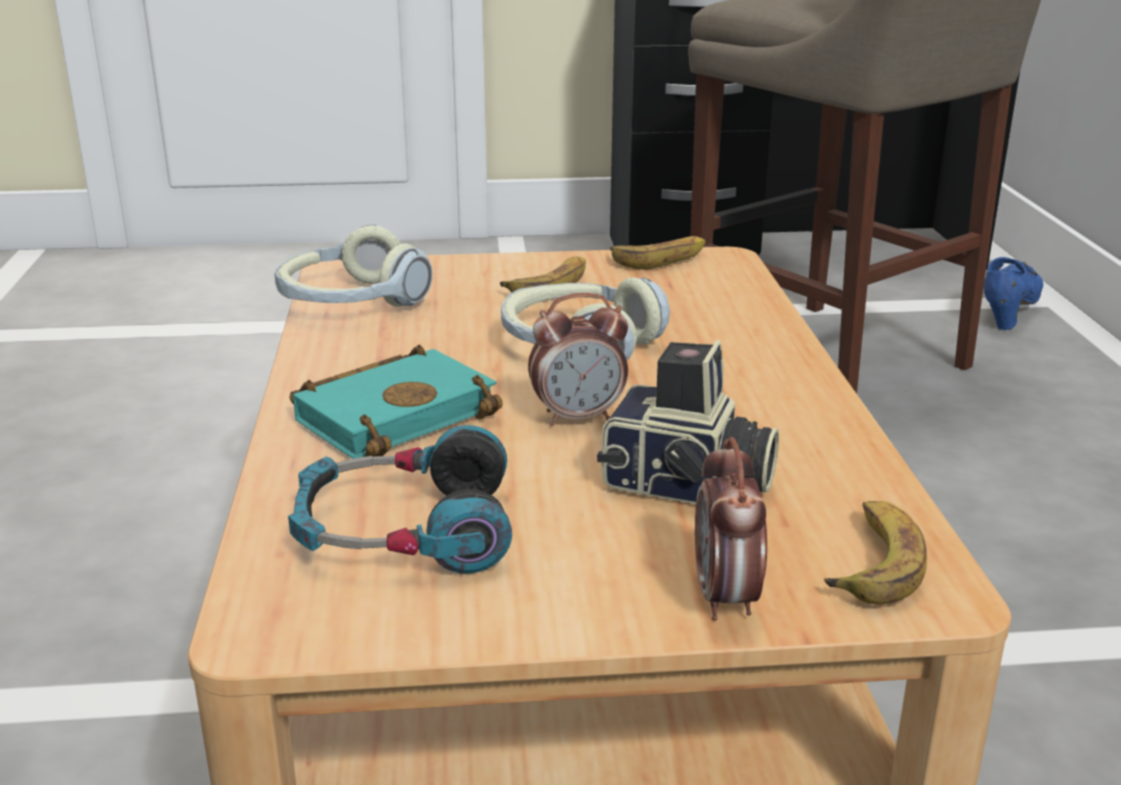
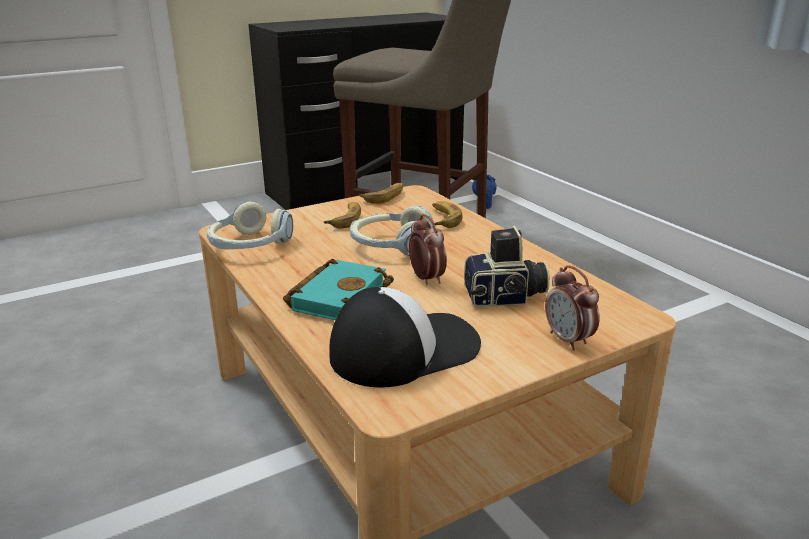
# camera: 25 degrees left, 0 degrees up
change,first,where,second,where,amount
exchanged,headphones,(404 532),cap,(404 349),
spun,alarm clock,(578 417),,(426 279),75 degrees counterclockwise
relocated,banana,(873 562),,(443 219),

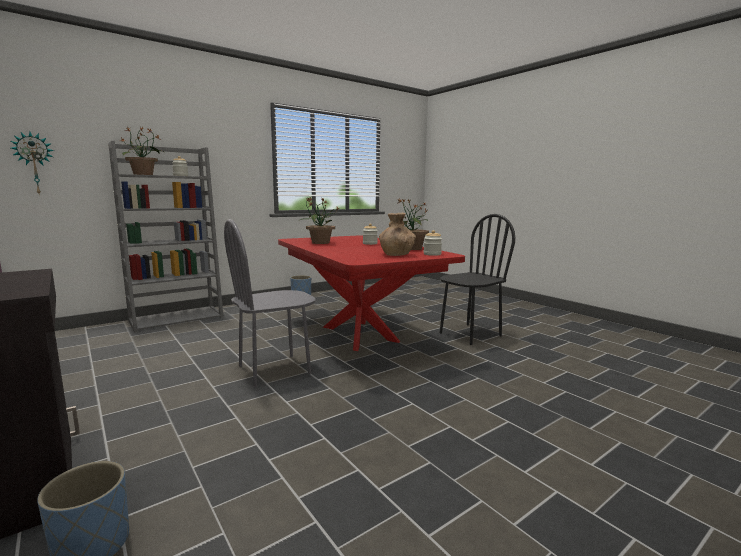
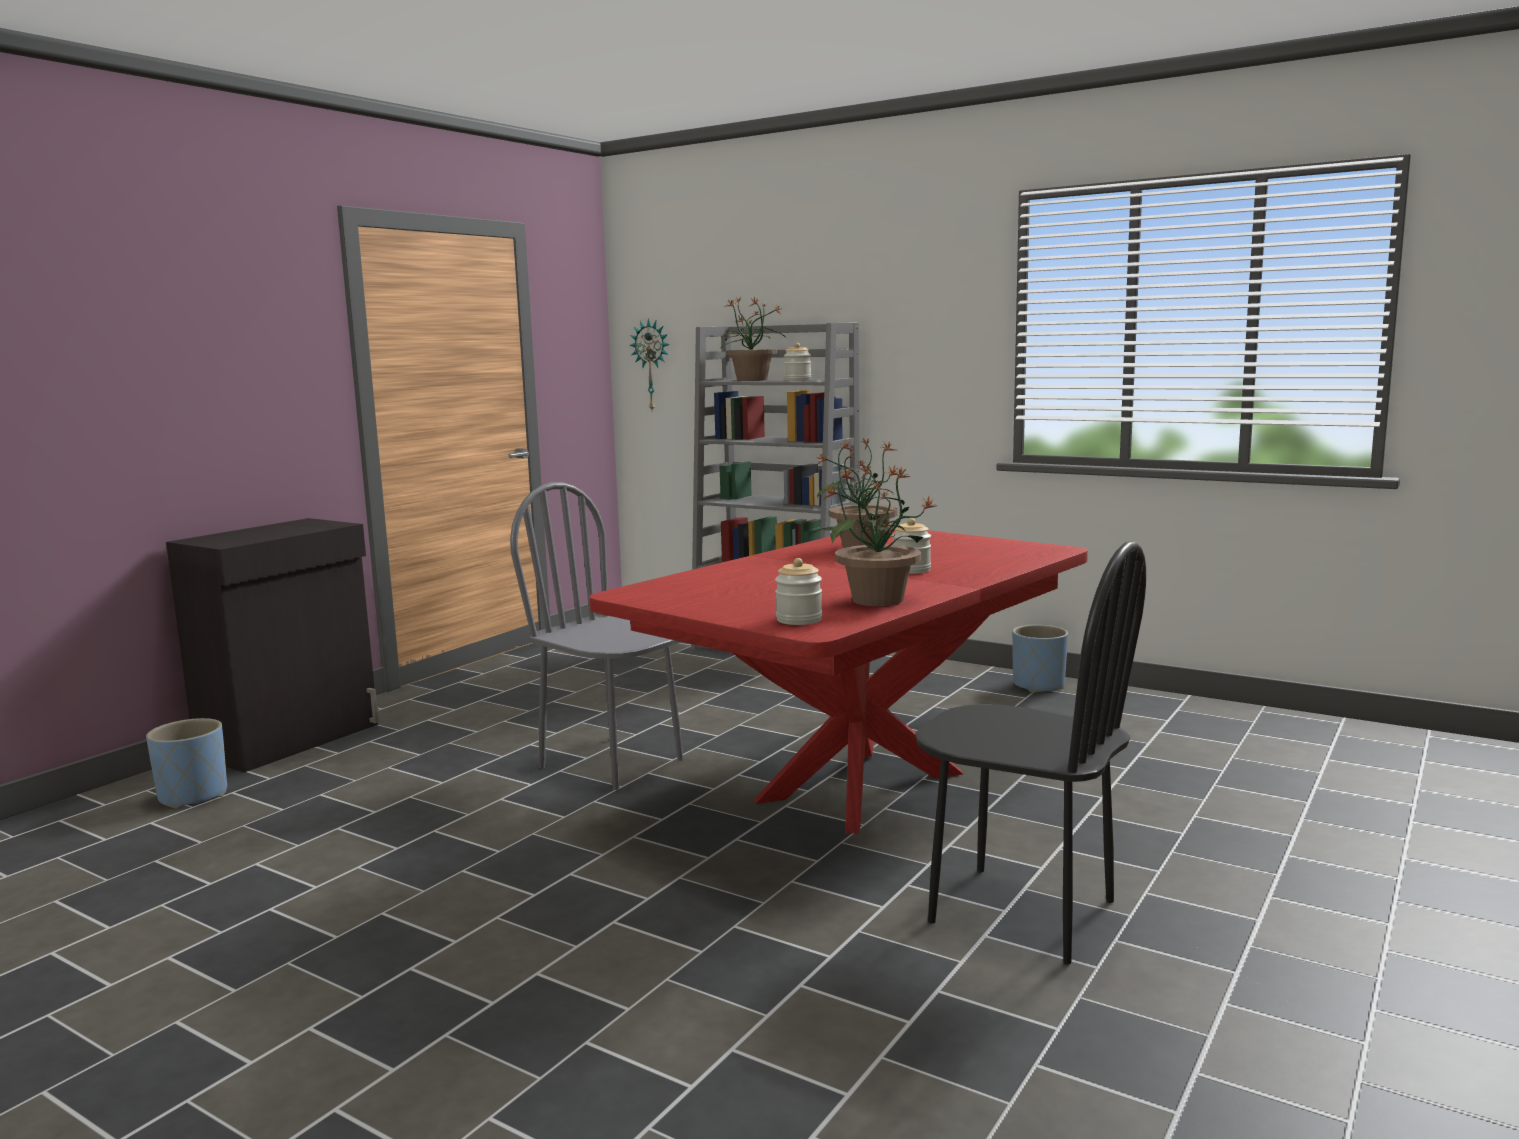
# camera: 70 degrees right, 0 degrees up
change,first,where,second,where,amount
missing,vase (brown),(396 255),,,

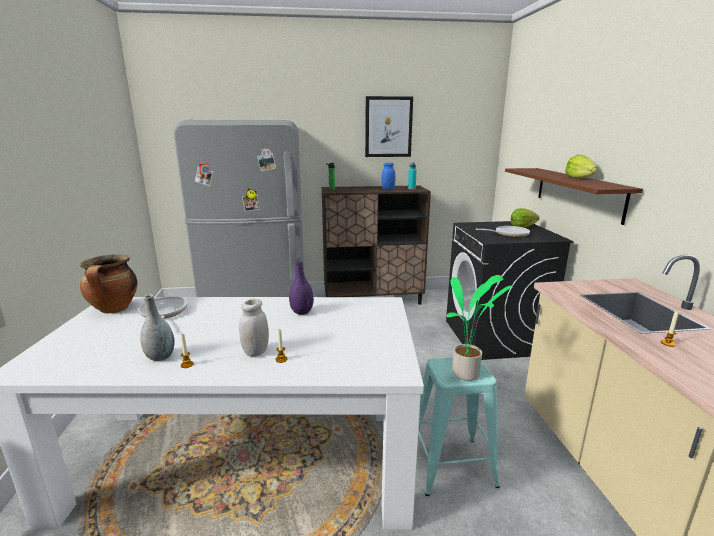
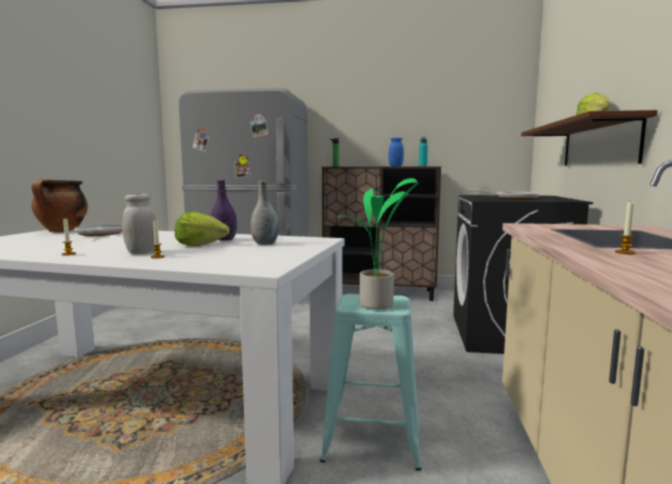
# camera: 15 degrees right, 10 degrees down
change,first,where,second,where,amount
relocated,lettuce,(522 226),,(200 245),
relocated,vase (grey),(160 357),,(265 243),
missing,picture,(388 127),,,

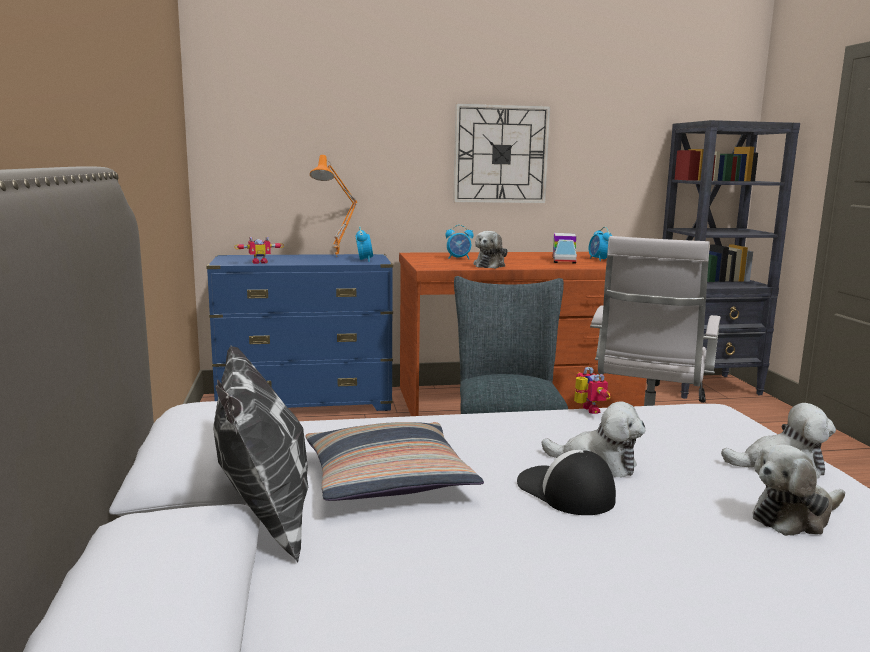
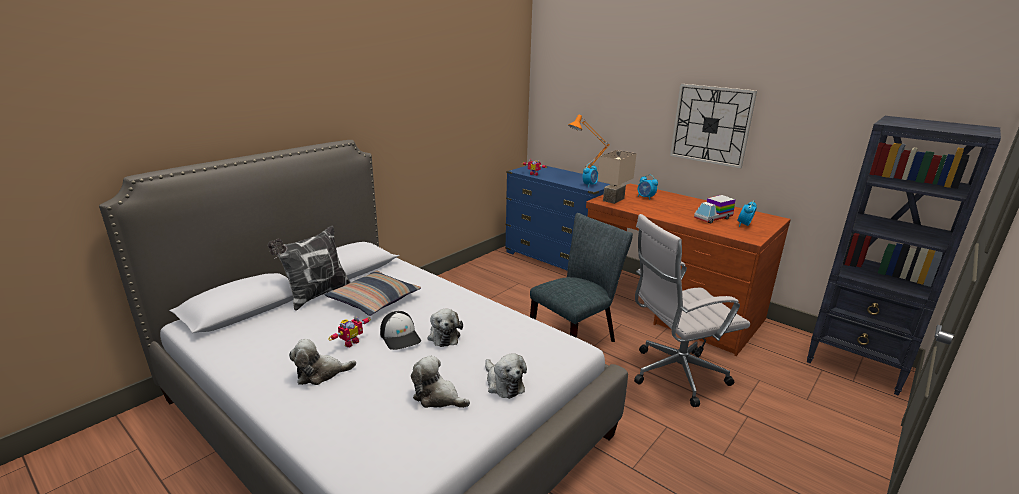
# camera: 50 degrees right, 10 degrees up
change,first,where,second,where,amount
relocated,plush toy,(490 265),,(320 374),
relocated,toy robot,(586 410),,(350 342),
spun,cap,(565 492),,(400 336),135 degrees clockwise
appeared,,,table lamp (beige),(614 200),

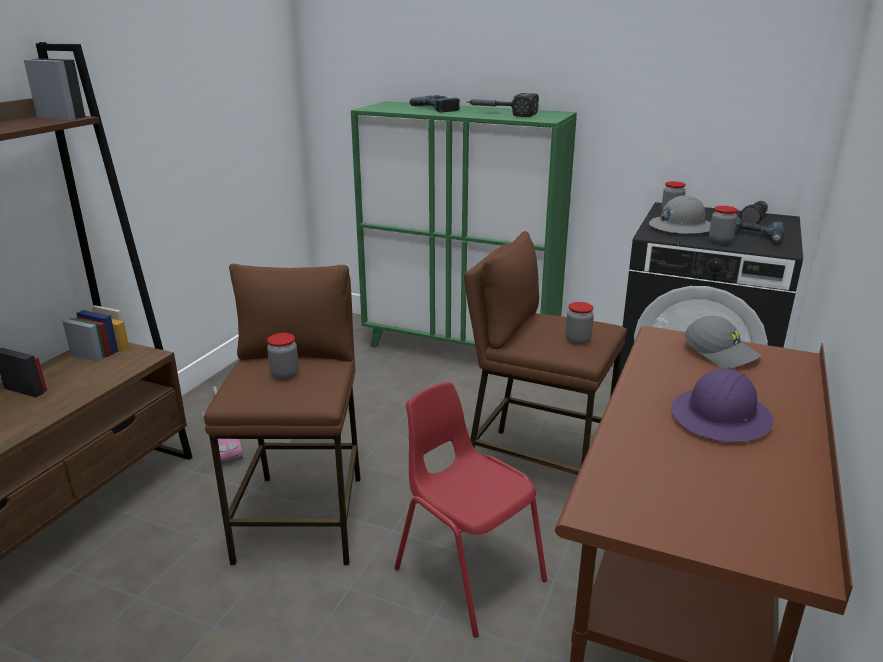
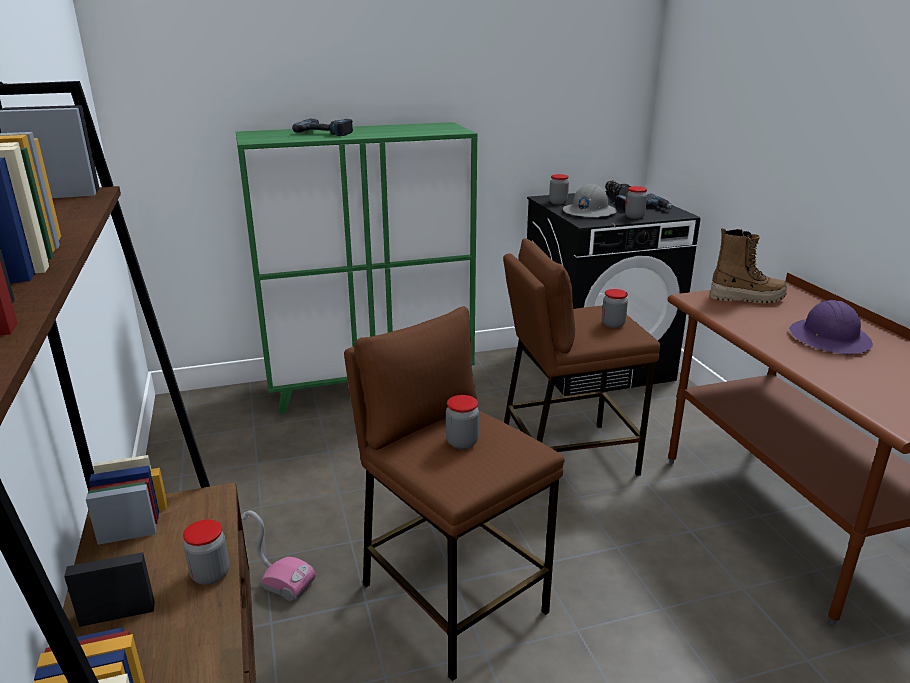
# camera: 40 degrees left, 0 degrees up
change,first,where,second,where,amount
appeared,,,jar,(210 574),
exchanged,cap (grey),(721 353),boot,(746 298),
missing,chair (red),(468 574),,,
missing,hammer,(500 113),,,

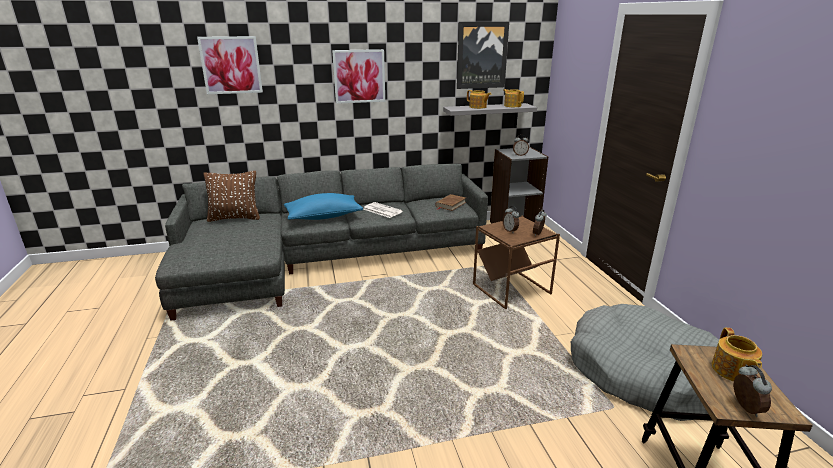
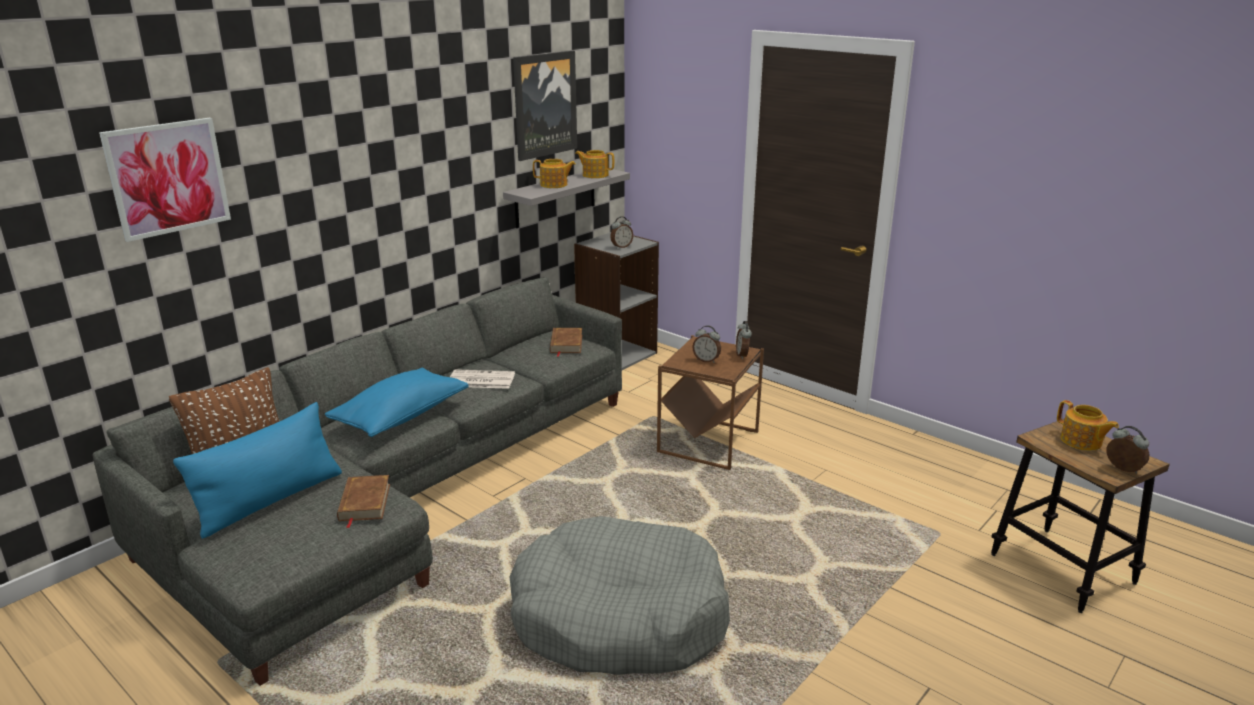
# camera: 35 degrees left, 0 degrees up
change,first,where,second,where,amount
appeared,,,pillow (blue),(270 500),
appeared,,,book (brown),(364 502),
relocated,dog bed (grey),(643 373),,(619 617),
missing,picture,(359 76),,,

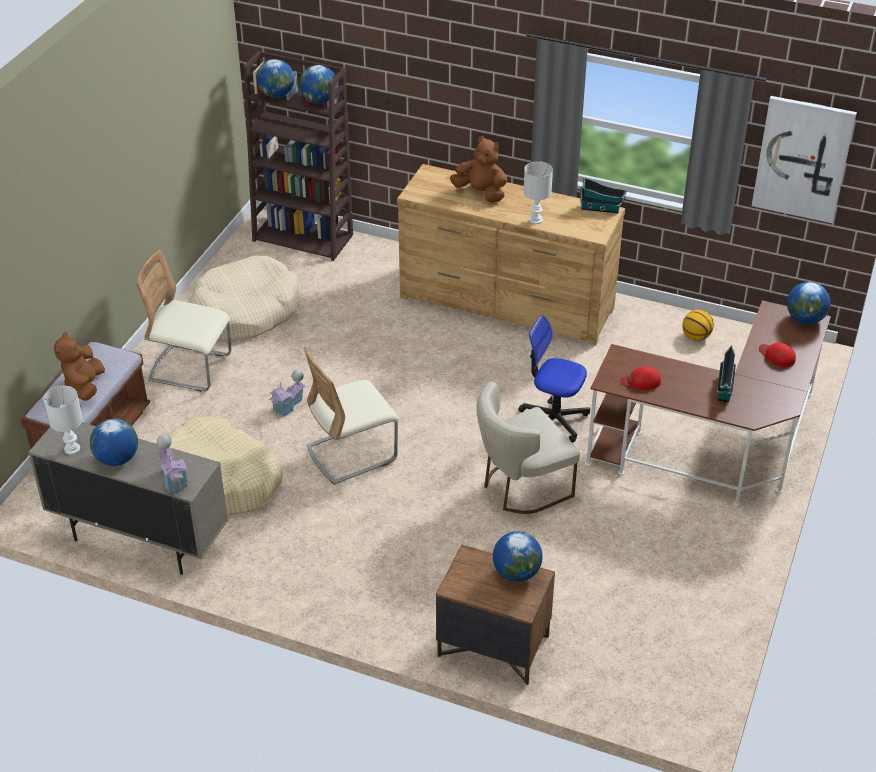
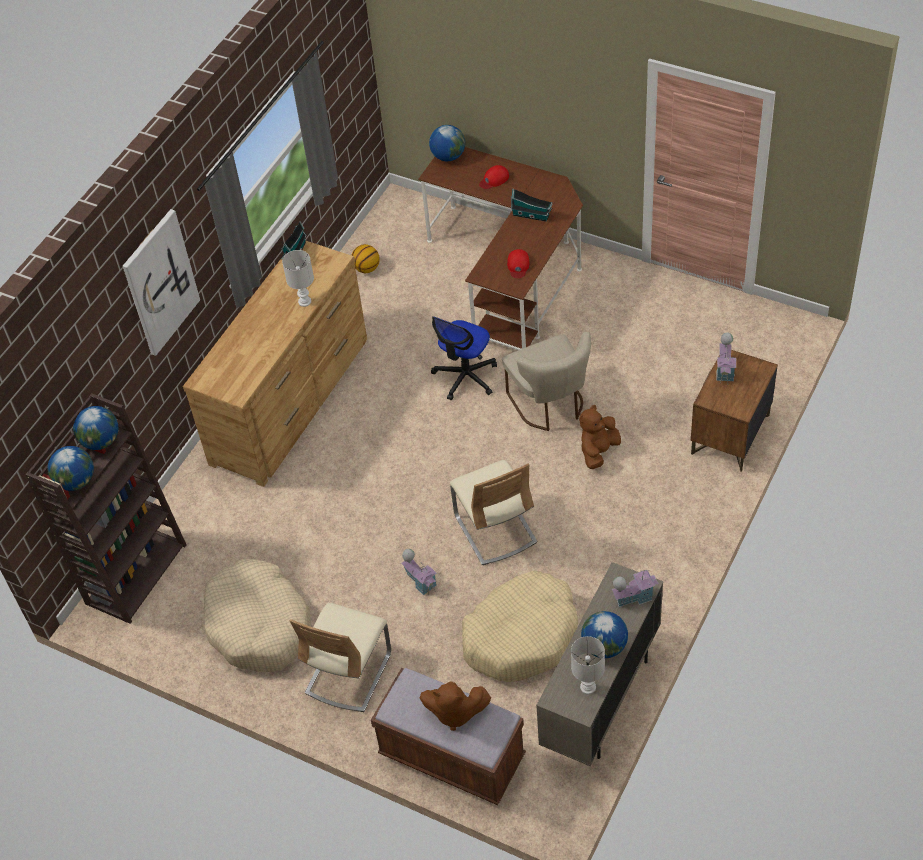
# camera: 80 degrees left, 10 degrees up
change,first,where,second,where,amount
relocated,picture,(802 158),,(160 282),
relocated,plush toy (brown),(481 193),,(598 451),
exchanged,globe,(516 572),toy house,(725 370),

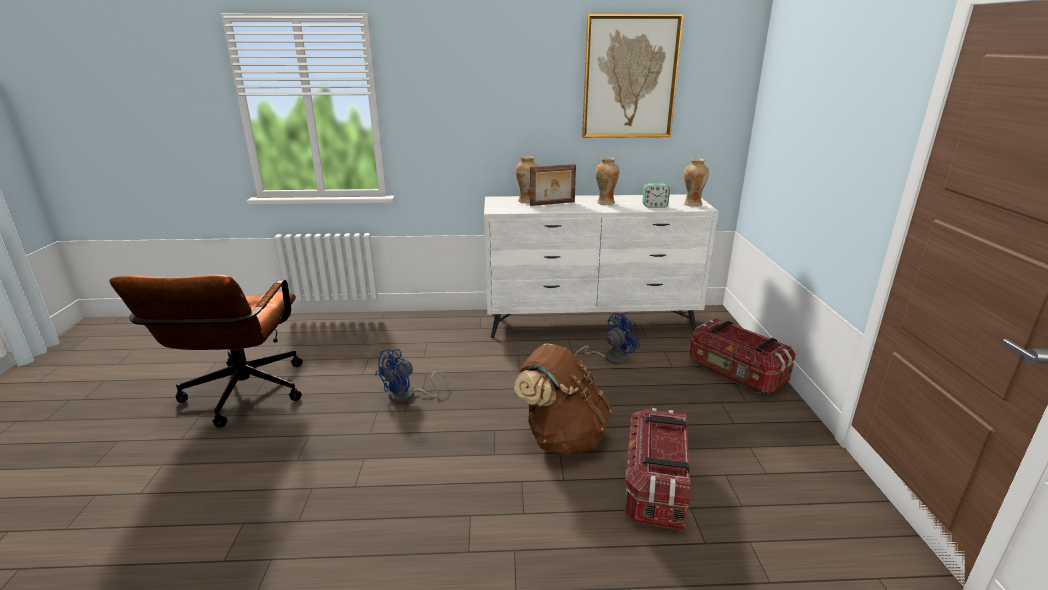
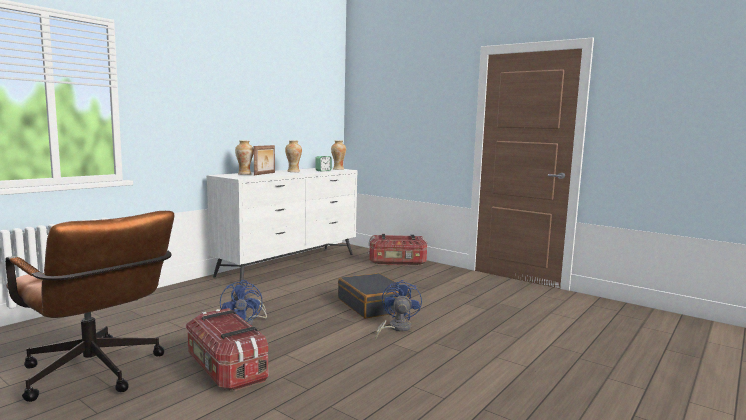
# camera: 50 degrees left, 15 degrees down
change,first,where,second,where,amount
relocated,storage box,(655 486),,(226 369),
exchanged,backpack (brown),(562 437),suitcase (black),(372 305),
relocated,fan (blue),(610 358),,(396 328),
missing,picture,(630 78),,,

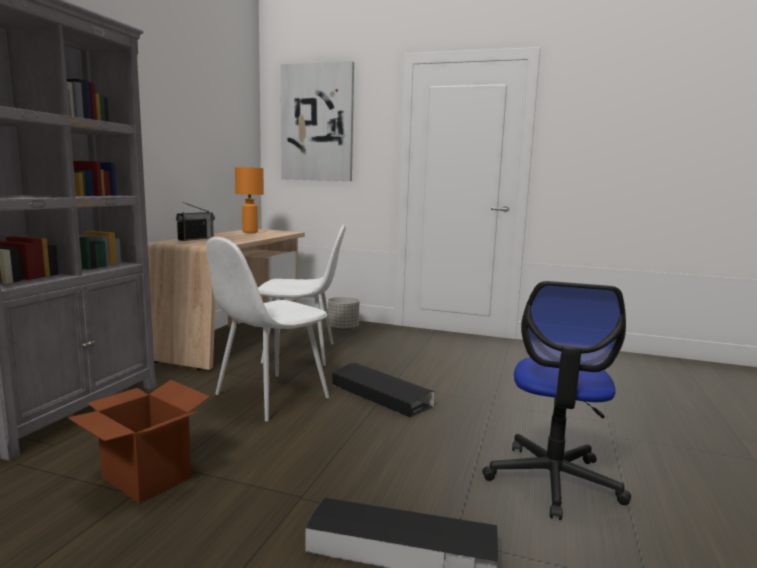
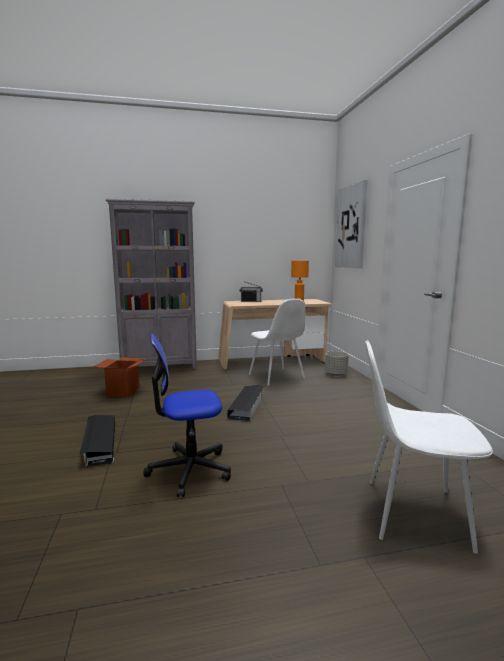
# camera: 60 degrees right, 0 degrees up
change,first,where,second,where,amount
relocated,chair (white),(269 397),,(412 512),

